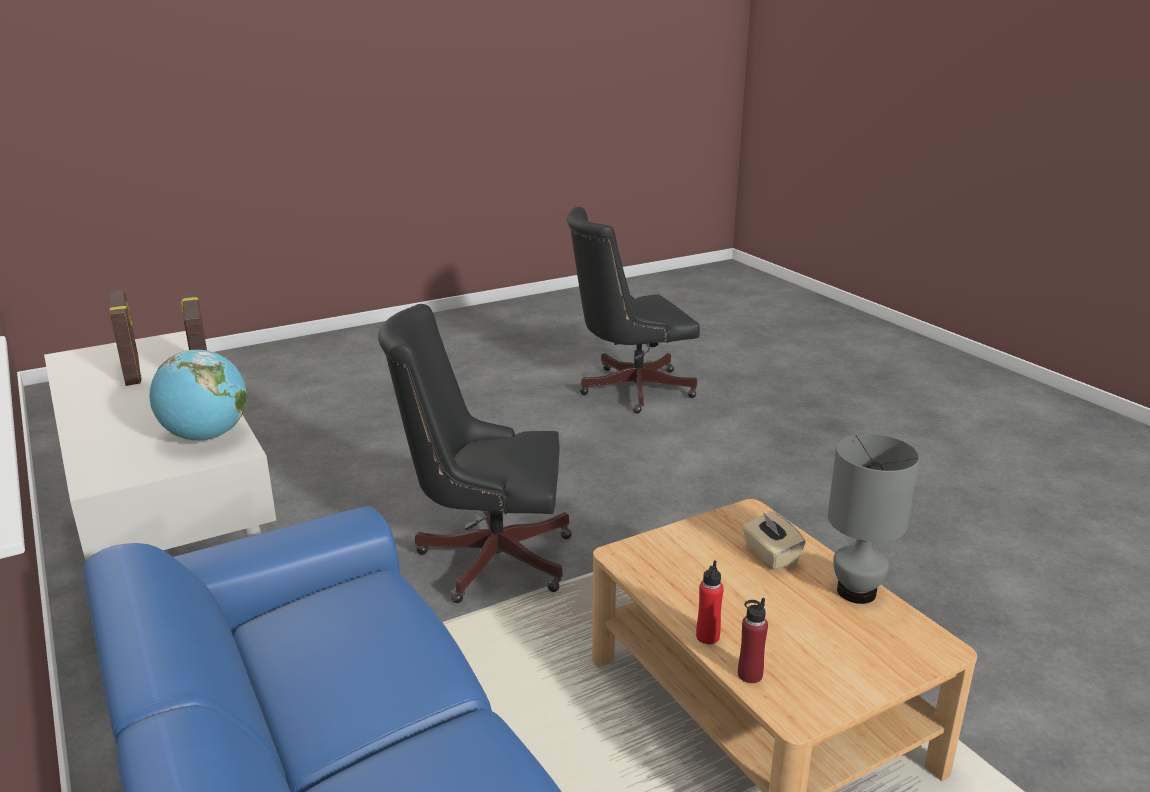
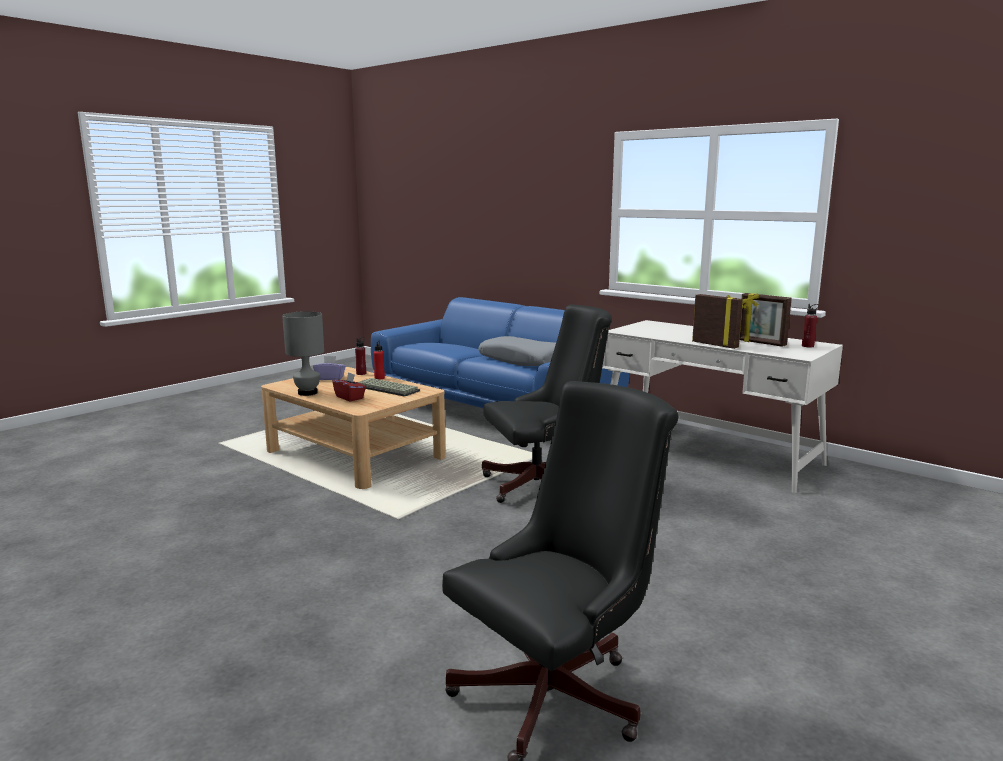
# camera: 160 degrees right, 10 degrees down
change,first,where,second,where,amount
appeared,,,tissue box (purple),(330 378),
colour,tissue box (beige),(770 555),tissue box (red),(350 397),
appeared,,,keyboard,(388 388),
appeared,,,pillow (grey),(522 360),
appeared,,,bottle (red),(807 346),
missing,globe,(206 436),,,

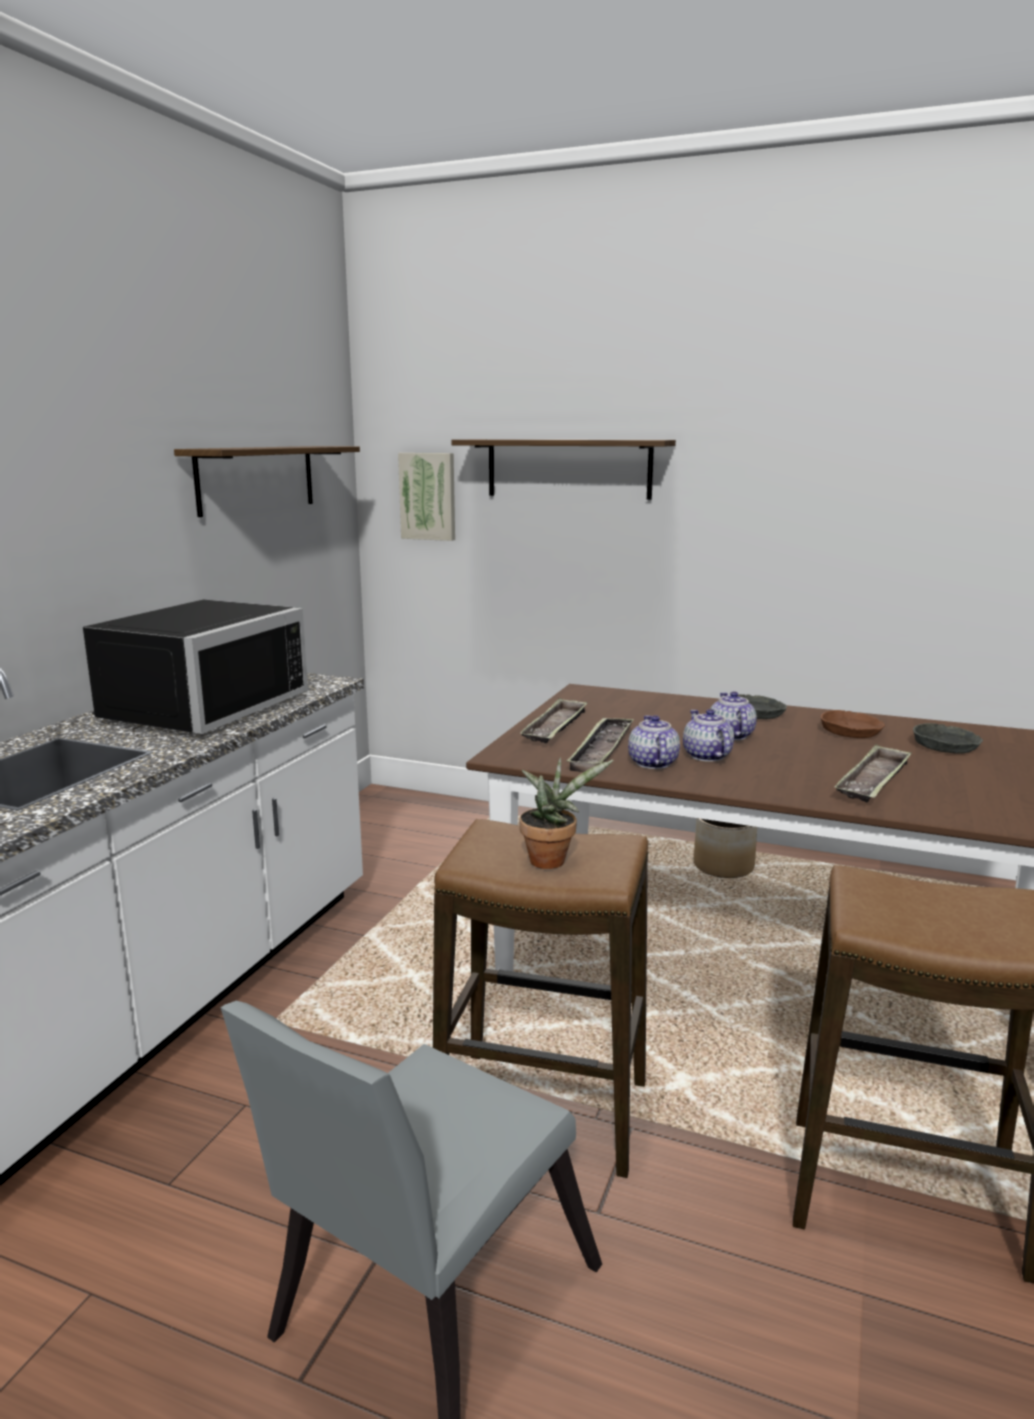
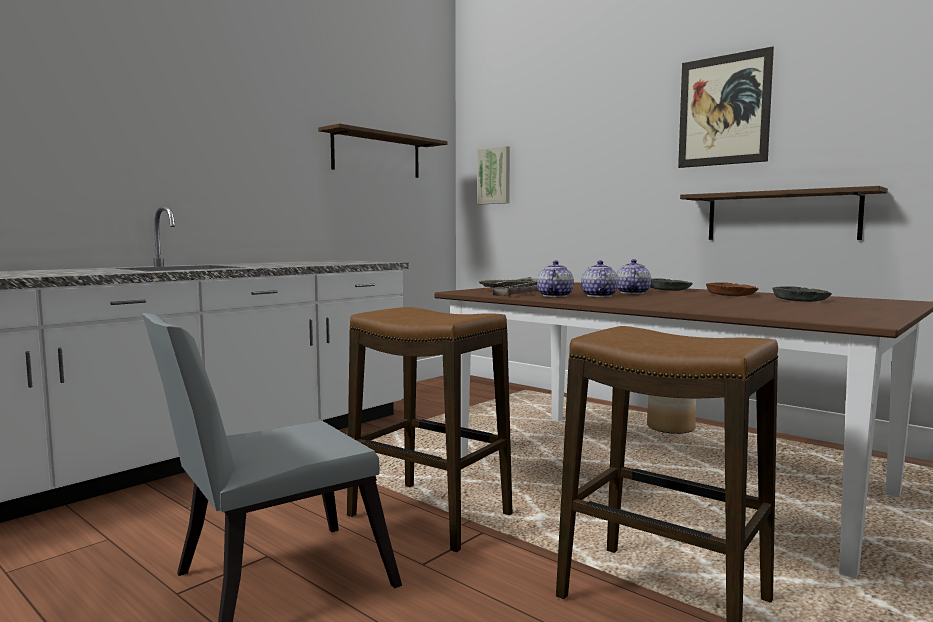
# camera: 20 degrees right, 10 degrees down
change,first,where,second,where,amount
appeared,,,picture,(723 110),
relocated,shelf,(568 468),,(781 216),
missing,microwave (black),(196 707),,,
missing,potted plant,(551 859),,,
missing,tray,(873 781),,,

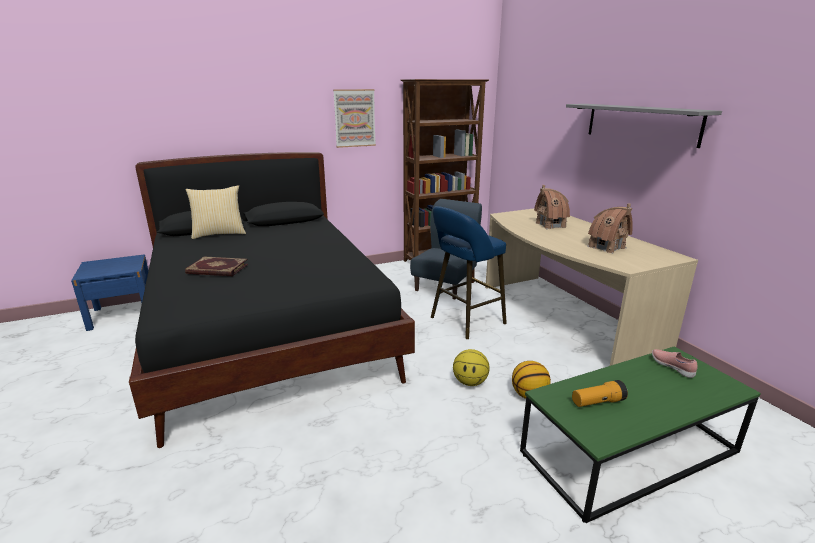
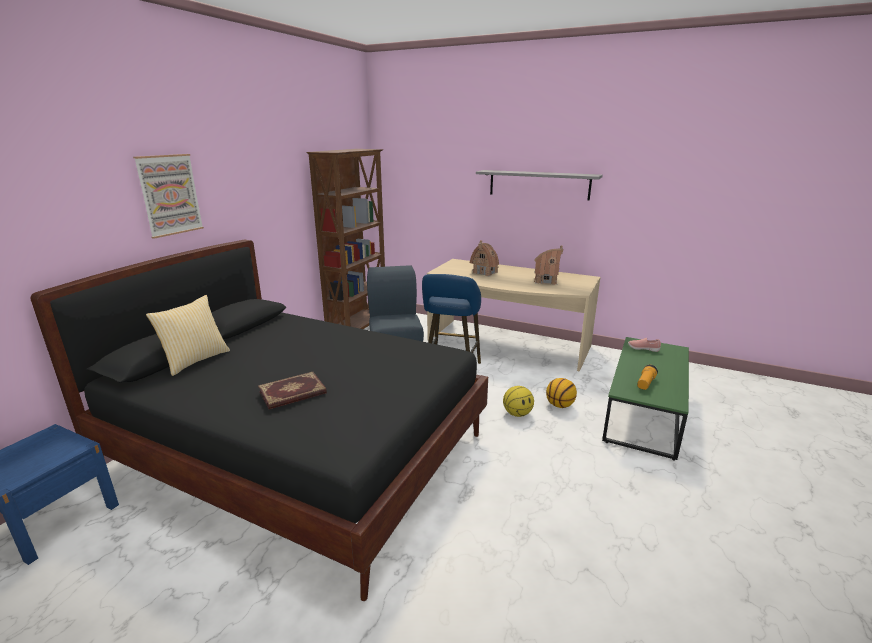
# camera: 40 degrees left, 0 degrees up
change,first,where,second,where,amount
relocated,picture,(354 118),,(169 195),

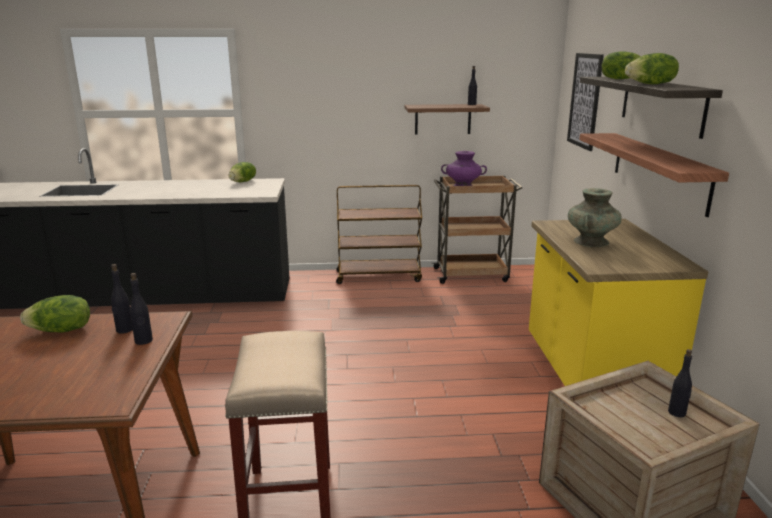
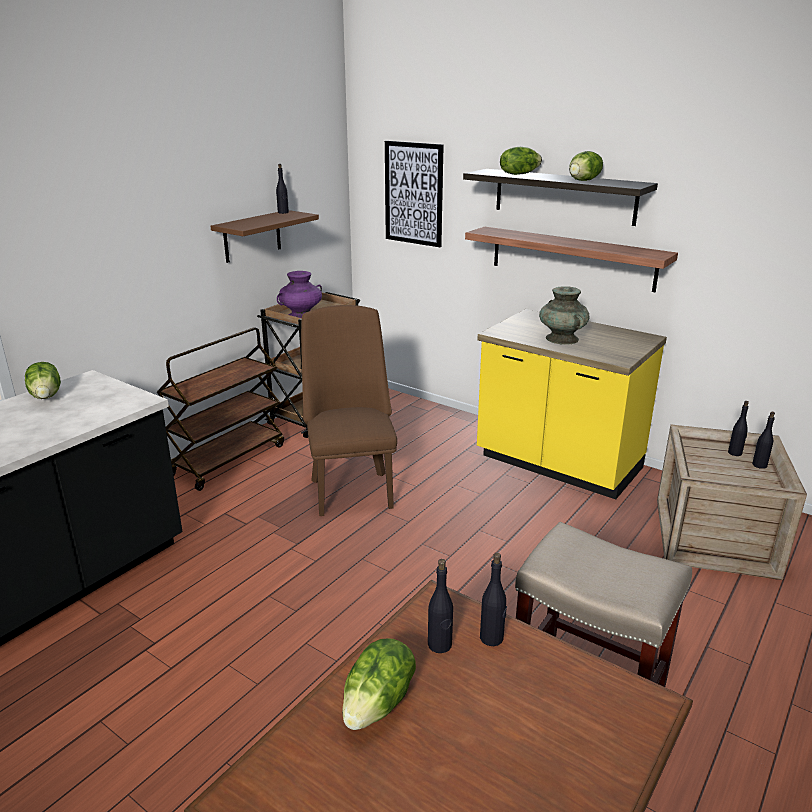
# camera: 50 degrees left, 5 degrees up
change,first,where,second,where,amount
appeared,,,chair (brown),(351 489),
appeared,,,bottle (black),(759 465),

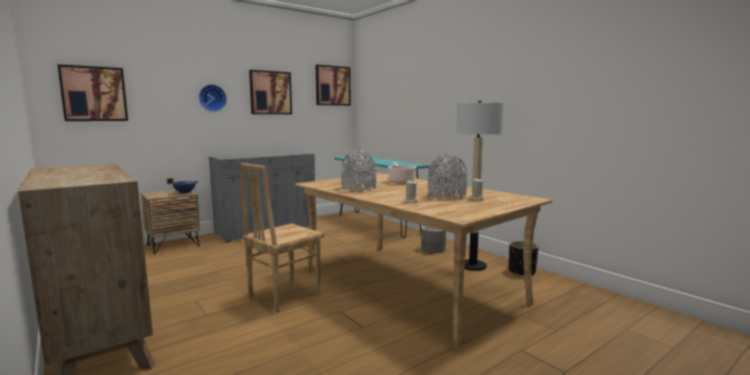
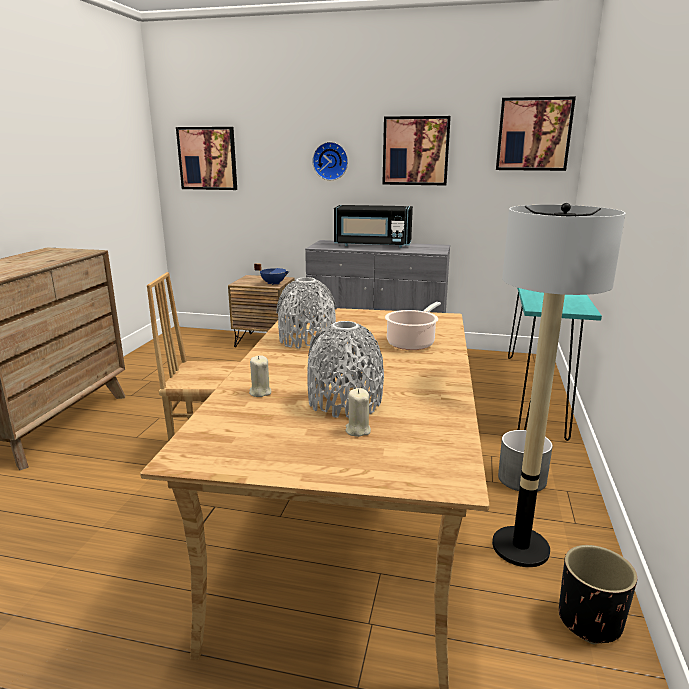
# camera: 50 degrees right, 10 degrees up
change,first,where,second,where,amount
appeared,,,microwave (black),(372 245),

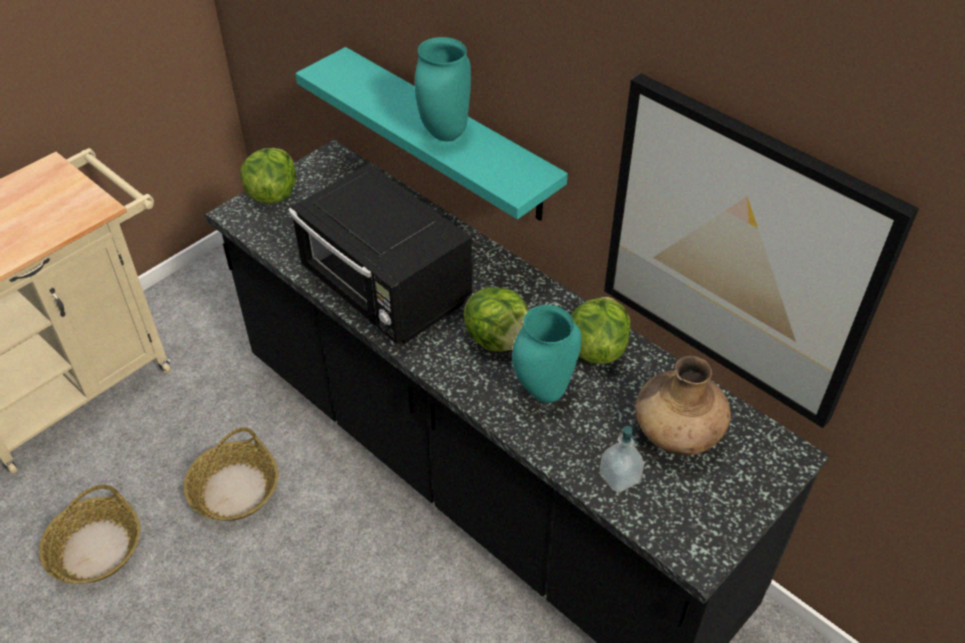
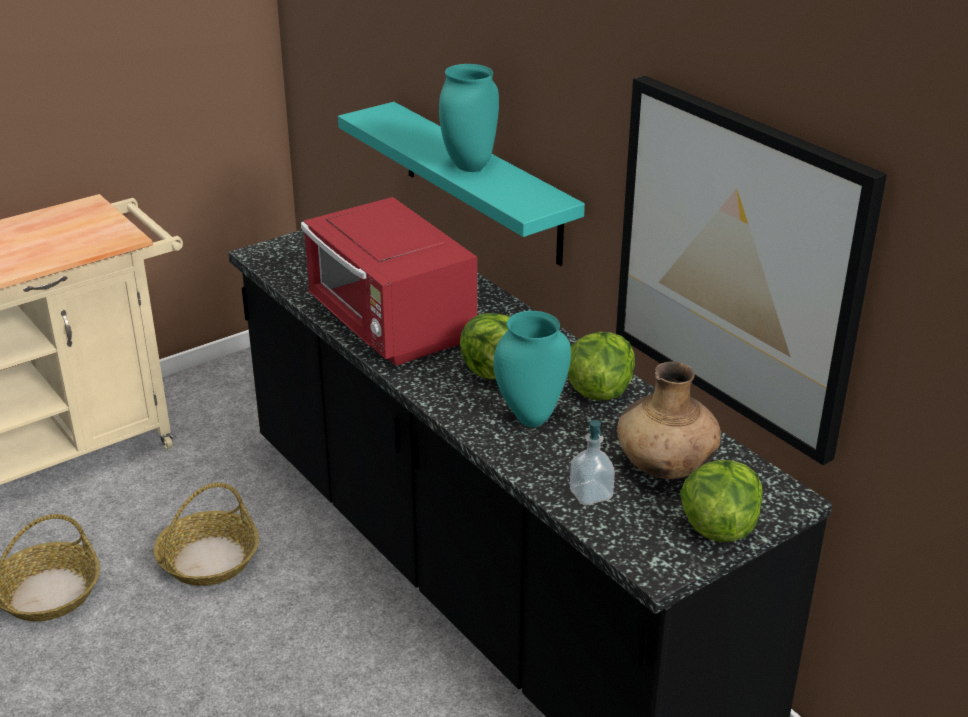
# camera: 10 degrees right, 15 degrees down
change,first,where,second,where,amount
colour,microwave (black),(386 292),microwave (red),(390 326),
relocated,lettuce,(272 194),,(718 527),

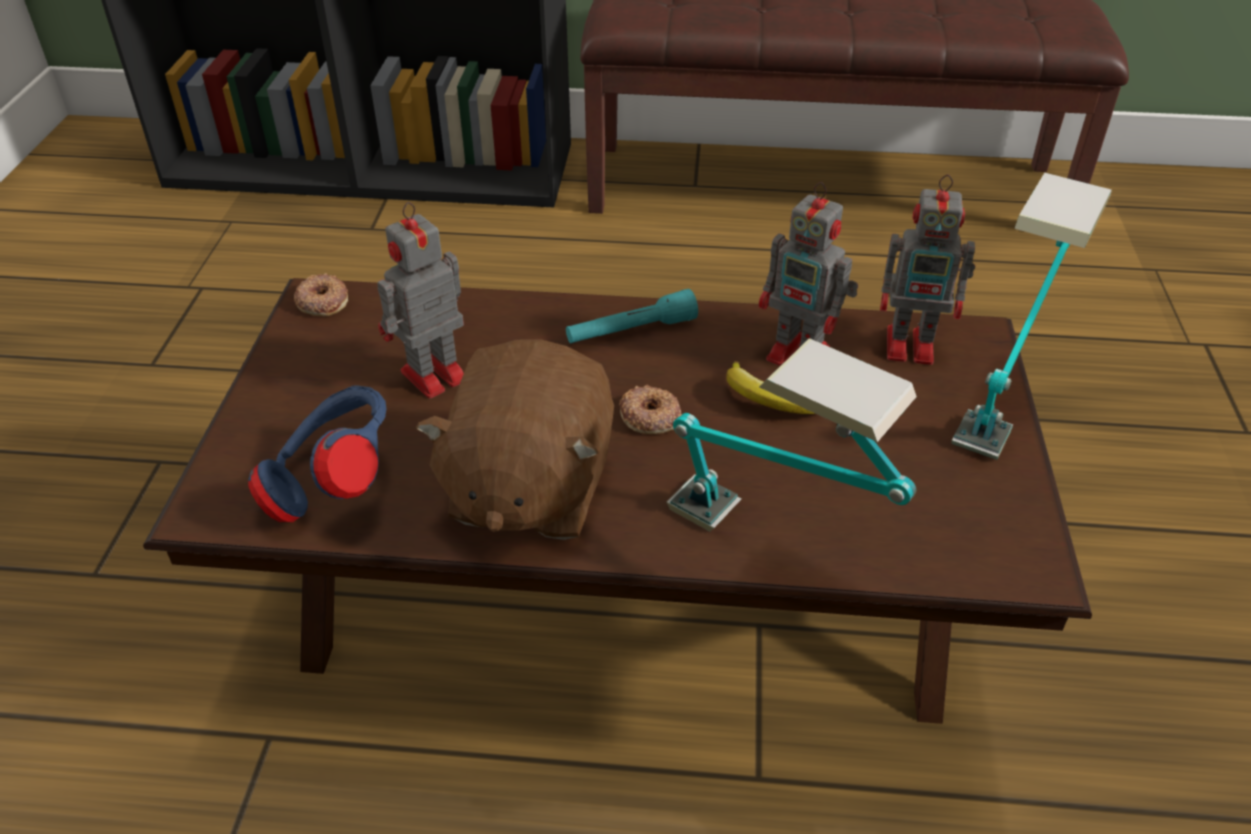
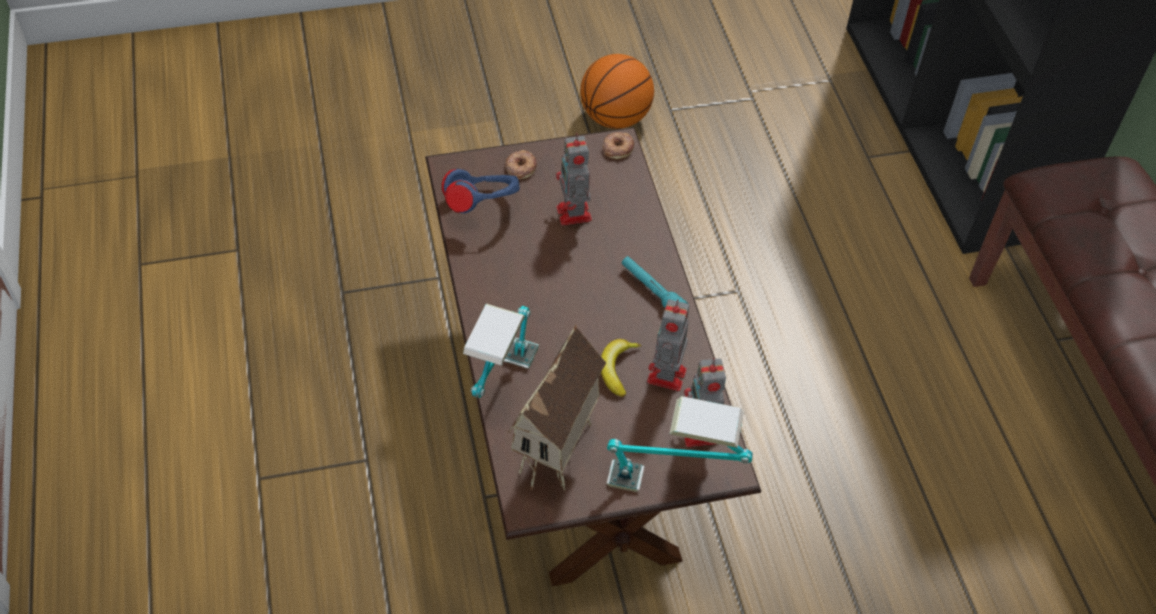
# camera: 70 degrees right, 10 degrees up
change,first,where,second,where,amount
relocated,donut,(650 416),,(520 167),
appeared,,,toy house,(558 458),
spun,toy robot,(431 377),,(574 215),135 degrees counterclockwise
appeared,,,basketball,(615 118),
missing,plush toy (brown),(528 488),,,

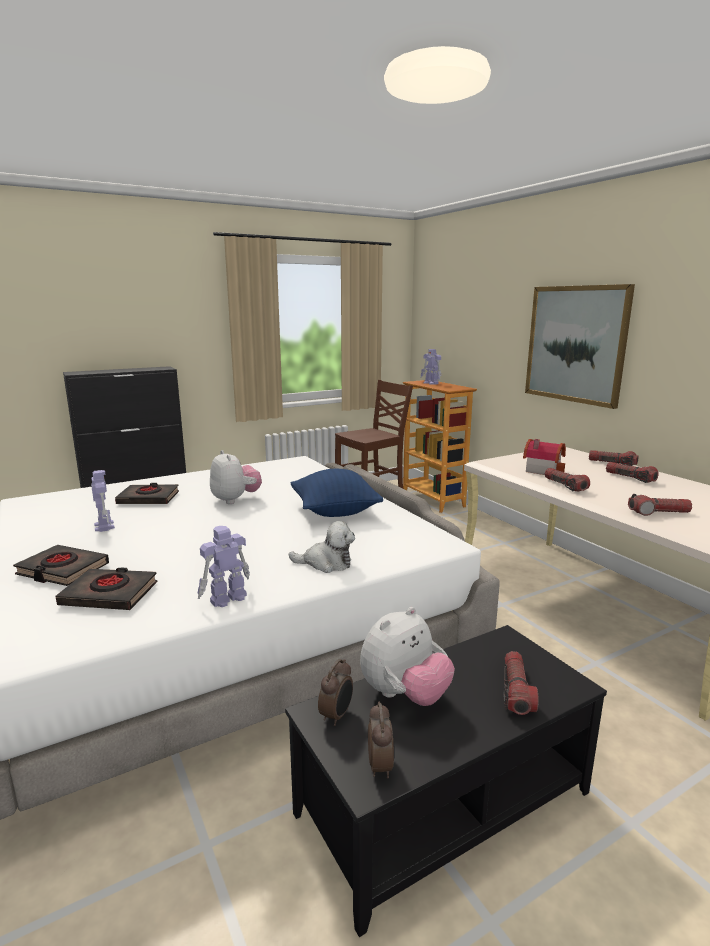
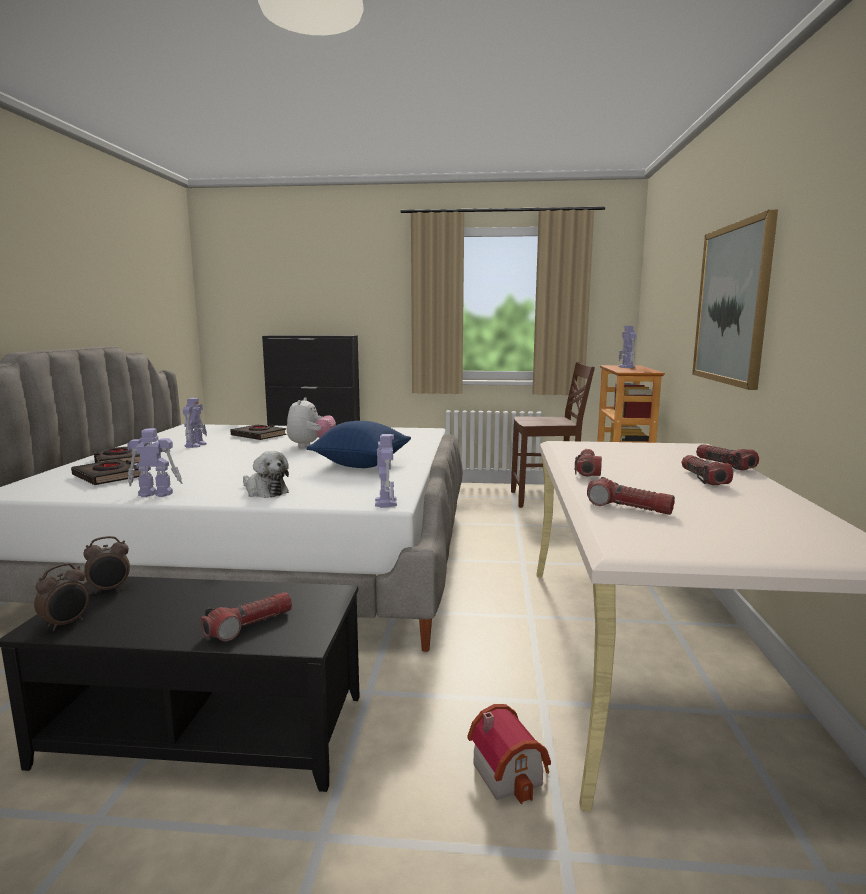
# camera: 35 degrees right, 5 degrees down
change,first,where,second,where,amount
appeared,,,toy robot,(385 502),
relocated,toy house,(542 470),,(510 771),
missing,plush toy,(404 695),,,

